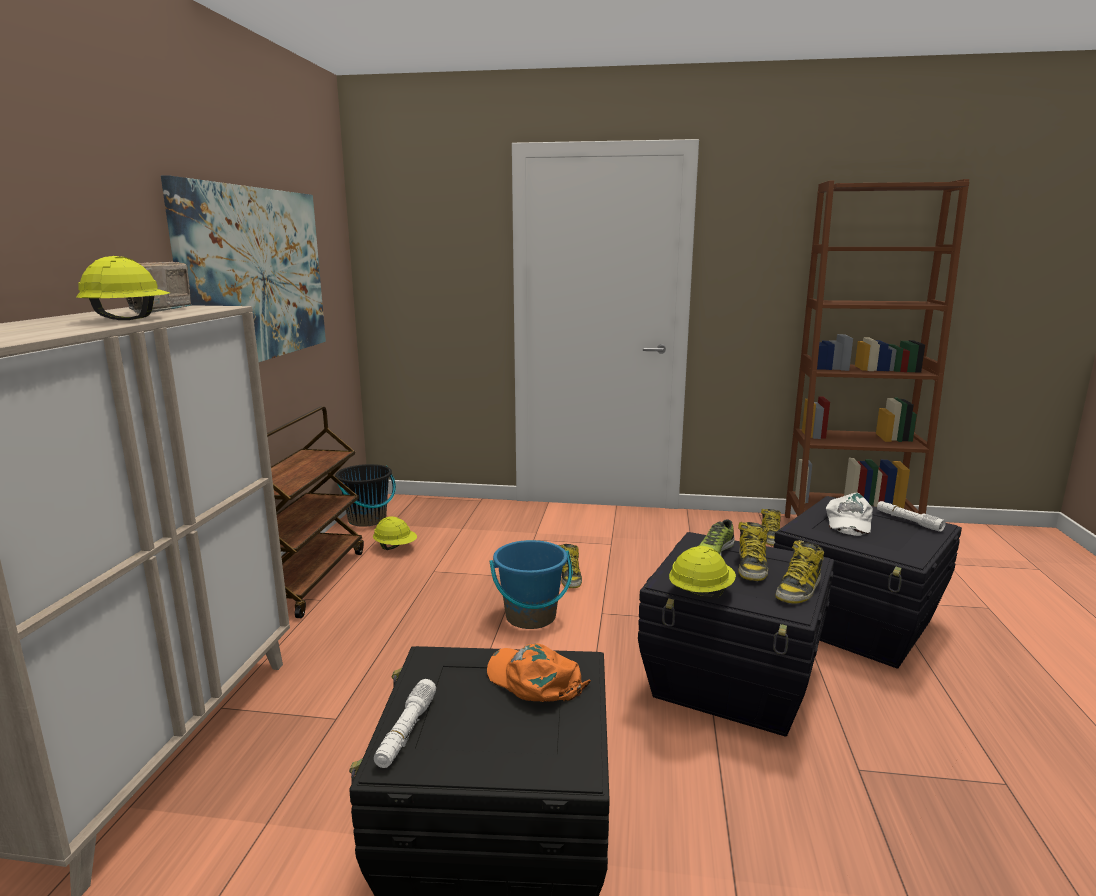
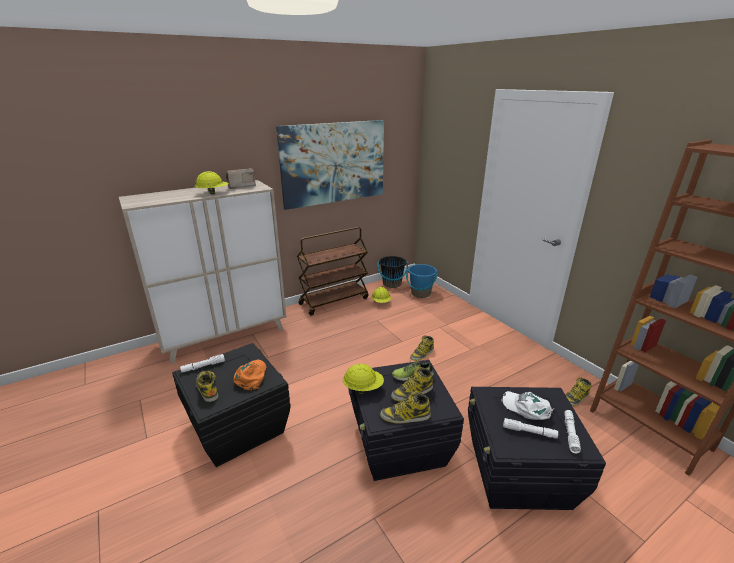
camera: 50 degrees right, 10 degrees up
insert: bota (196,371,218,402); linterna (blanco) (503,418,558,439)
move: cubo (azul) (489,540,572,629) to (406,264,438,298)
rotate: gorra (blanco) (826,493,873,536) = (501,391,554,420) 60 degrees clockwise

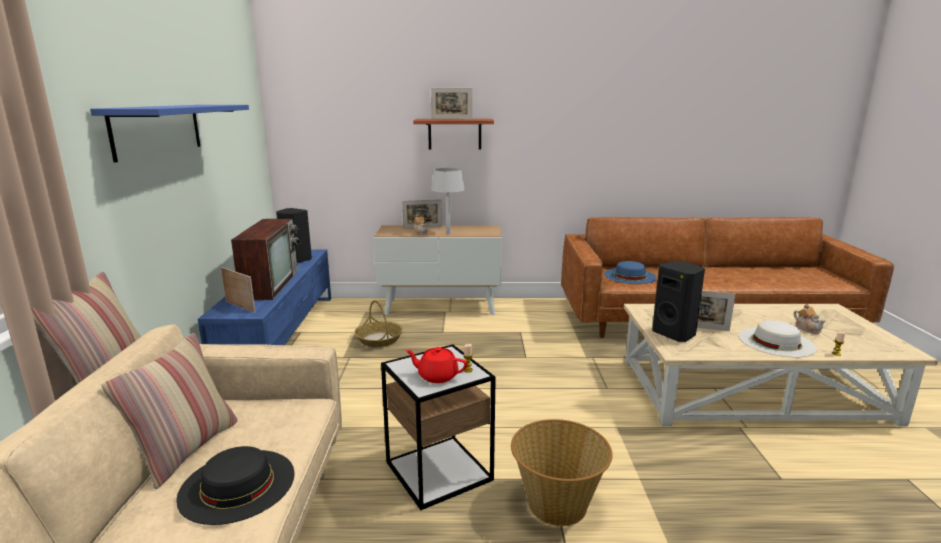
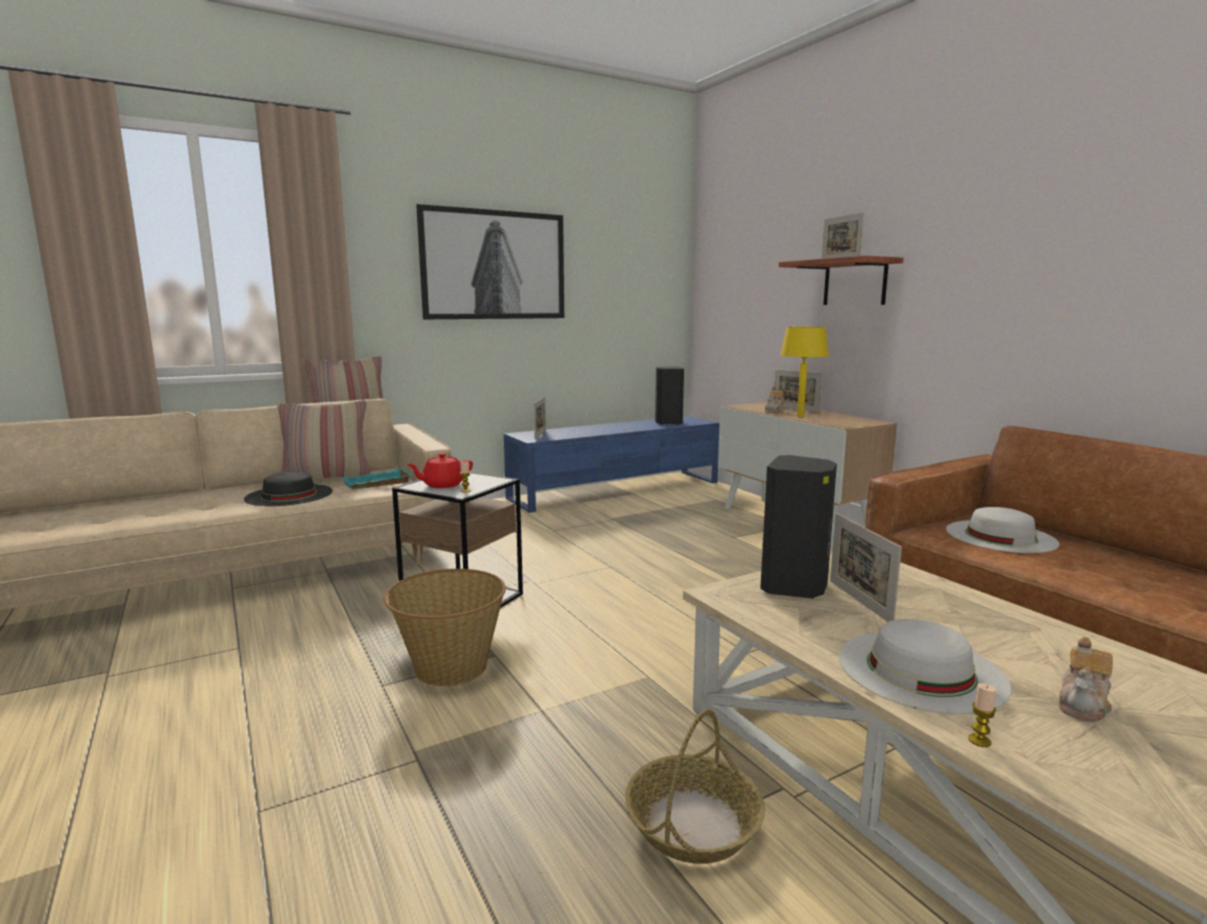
camera: 60 degrees right, 5 degrees down
delete: televisor (231,219,301,300)
insert: bandeja (turquesa) (342,468,412,489)
move: cesta (355,300,403,347) to (625,709,765,864)
replace: estante (azul) (90,105,249,163) to cuadro (416,204,564,319)
recolor: lámpara de mesa (gris) (431,168,465,234) to lámpara de mesa (amarillo) (780,327,829,417); sombrero (azul) (604,261,657,284) to sombrero (blanco) (946,507,1059,553)
rotate: tetera (rojo) (405,347,468,383) = (407,453,473,488) 105 degrees counterclockwise

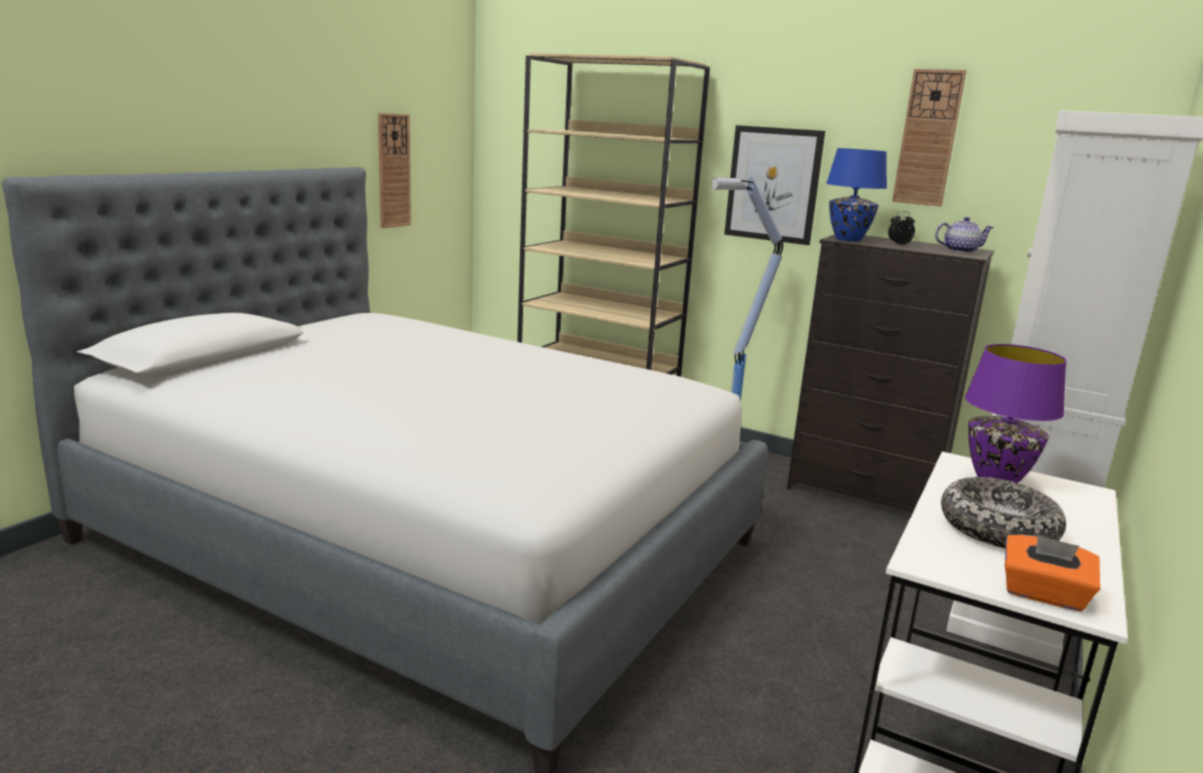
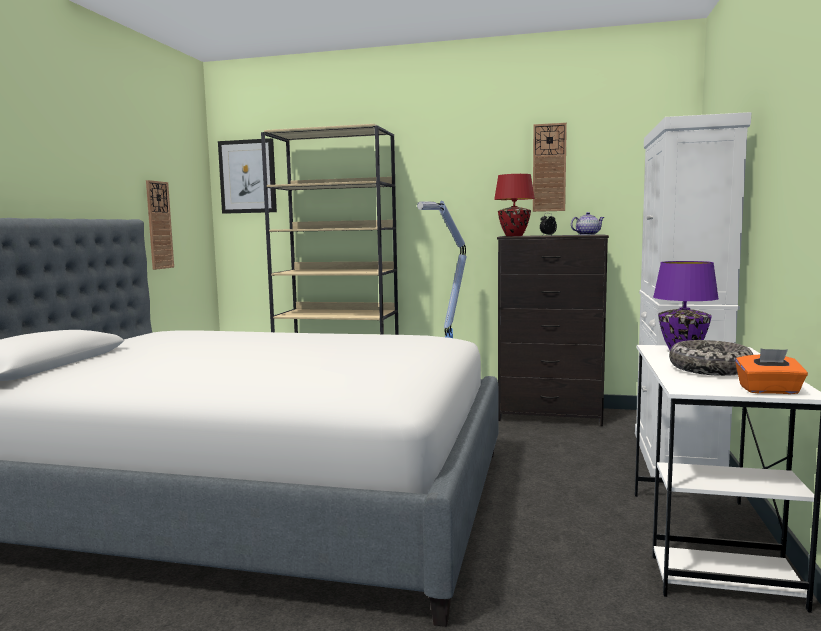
camera: 15 degrees left, 10 degrees down
move: cuadro (724,125,825,245) to (218,138,277,214)
recolor: lámpara de mesa (azul) (826,148,887,242) to lámpara de mesa (rojo) (494,174,535,236)

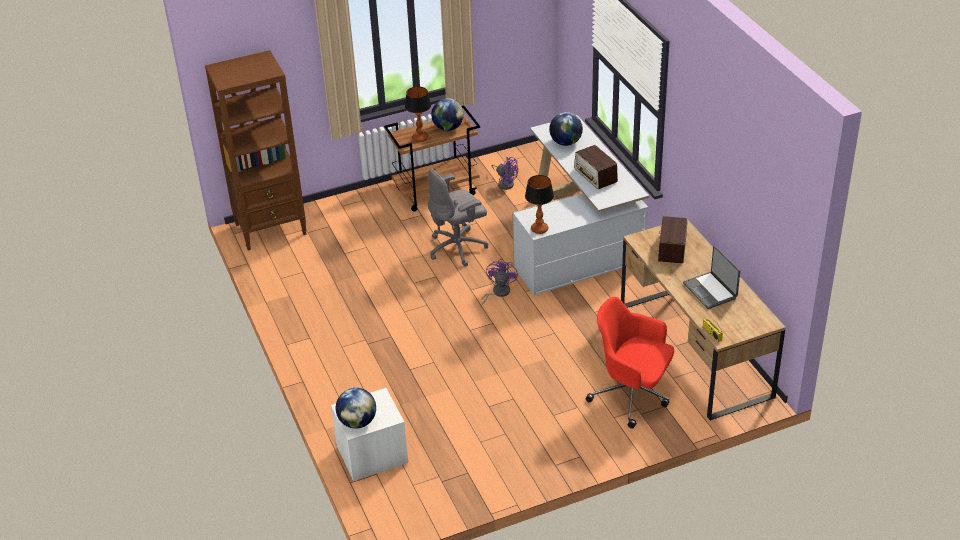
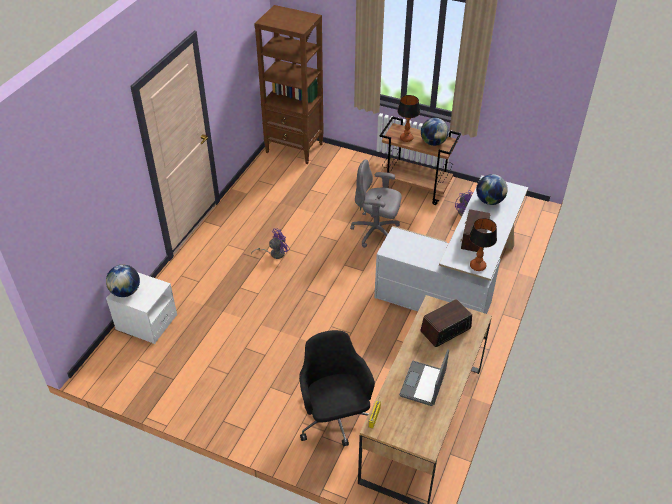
camera: 45 degrees right, 5 degrees up
move: ventilador (morado) (481,259,518,307) to (251,228,290,259); lámpara de mesa (525,175,554,234) to (469,218,497,271)
recolor: silla de oficina (rojo) (586,297,674,429) to silla de oficina (negro) (299,330,375,446)

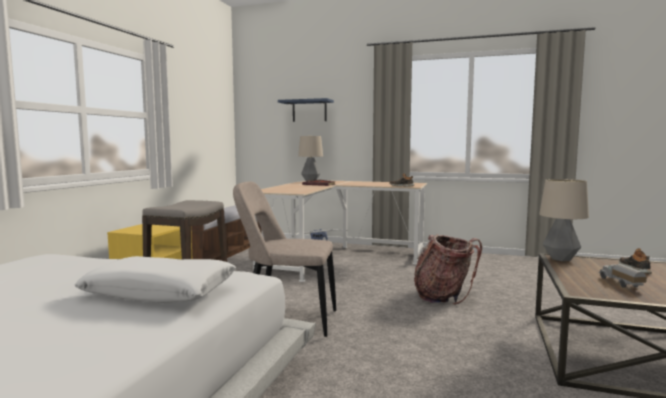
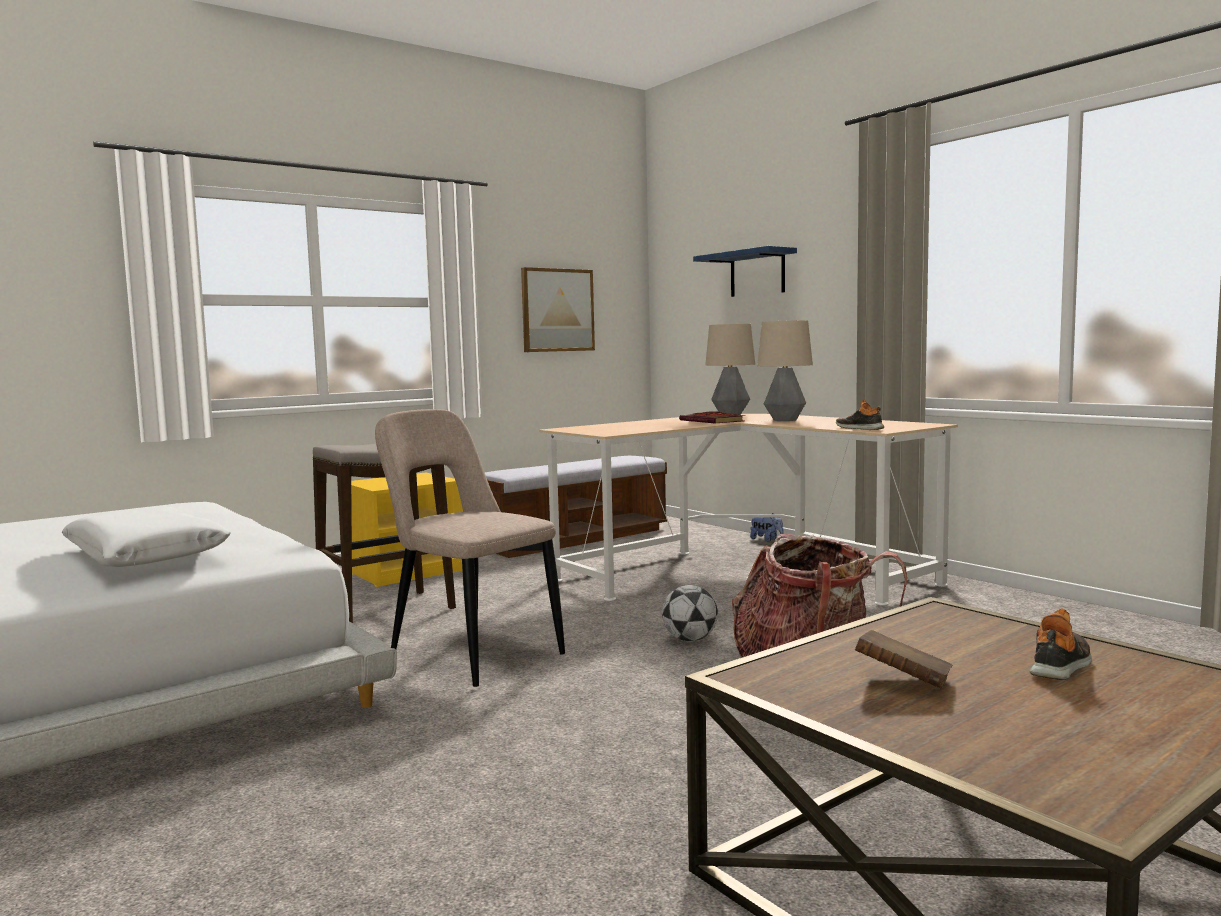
camera: 35 degrees right, 0 degrees up
insert: cuadro (521,267,595,352); balón de fútbol (662,585,718,642)
move: lámpara de mesa (539,179,589,261) to (757,320,813,421)
replace: camión de juguete (598,264,647,288) to libro (marrón) (855,630,952,688)

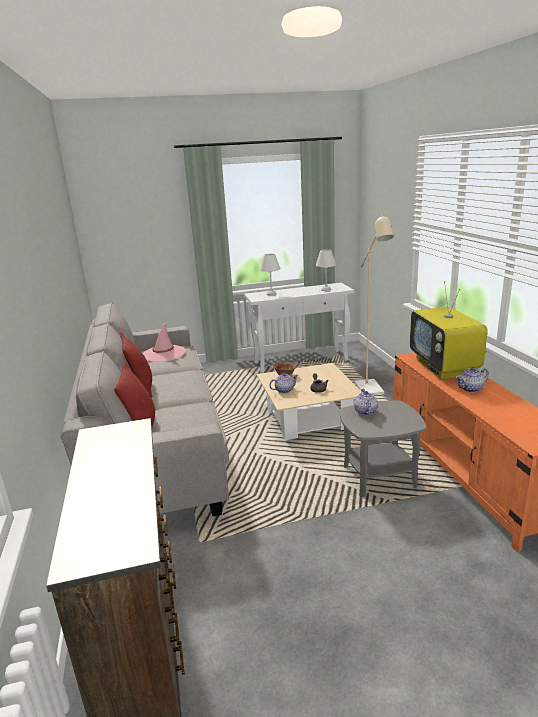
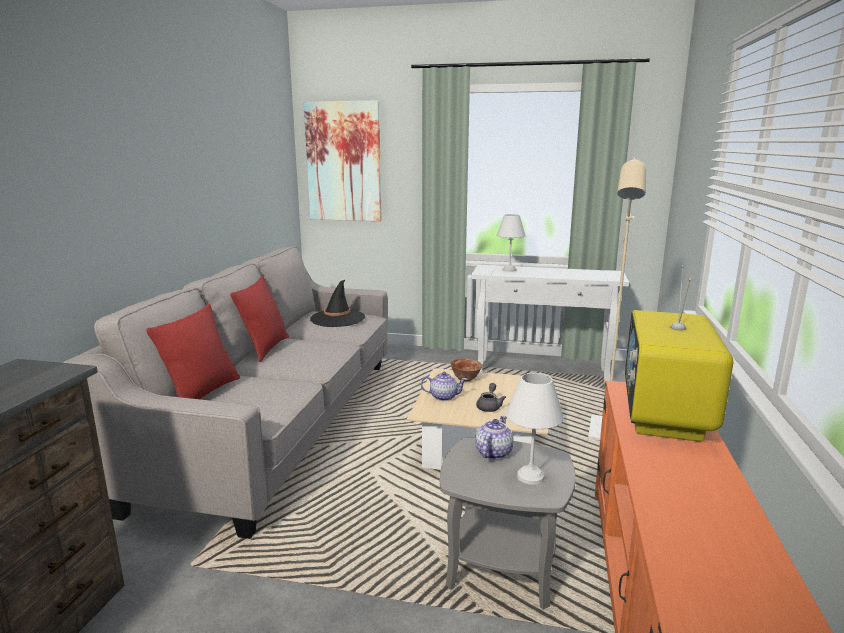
camera: 25 degrees right, 5 degrees down
delete: tetera (456,367,489,392)
insert: cuadro (304,100,382,221)
move: lámpara de mesa (blanco) (316,249,336,291) to (506,373,563,485)
recolor: sombrero (rosa) (143,323,186,362) to sombrero (negro) (310,280,365,327)

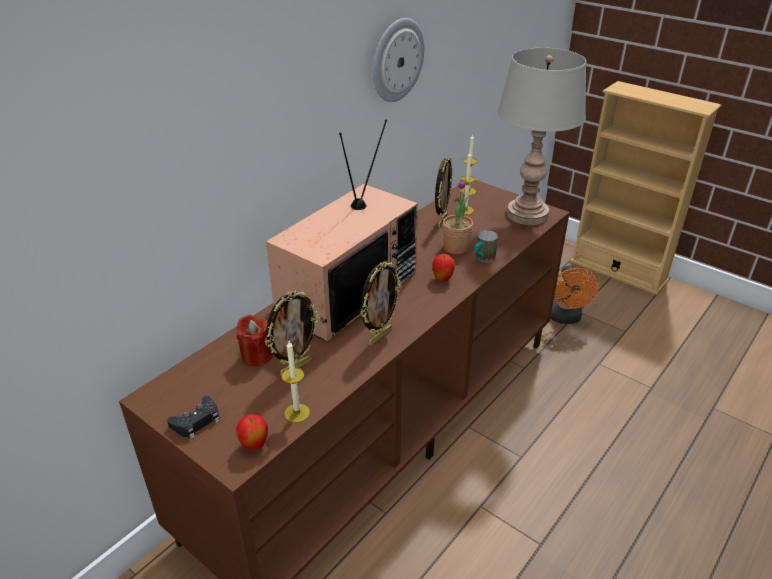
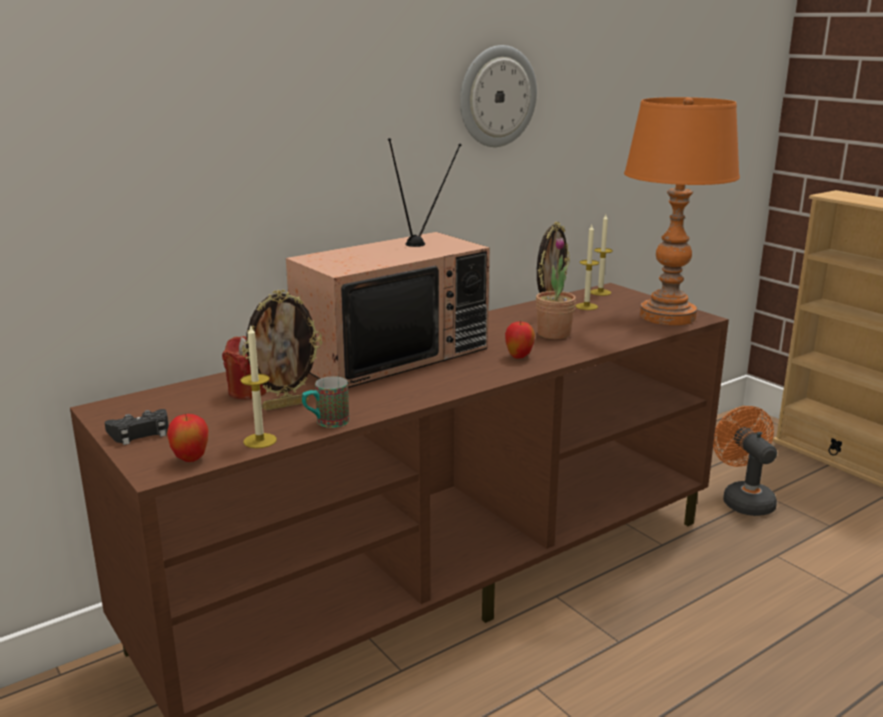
camera: 15 degrees right, 15 degrees down
delete: portarretratos (360,261,402,345)
move: taza grande (474,230,498,262) to (302,376,349,428)
recolor: lámpara de mesa (gris) (497,48,586,225) to lámpara de mesa (naranja) (624,97,740,325)
rotate: ventilador (naranja) (551,265,599,324) = (713,406,777,516) 150 degrees clockwise

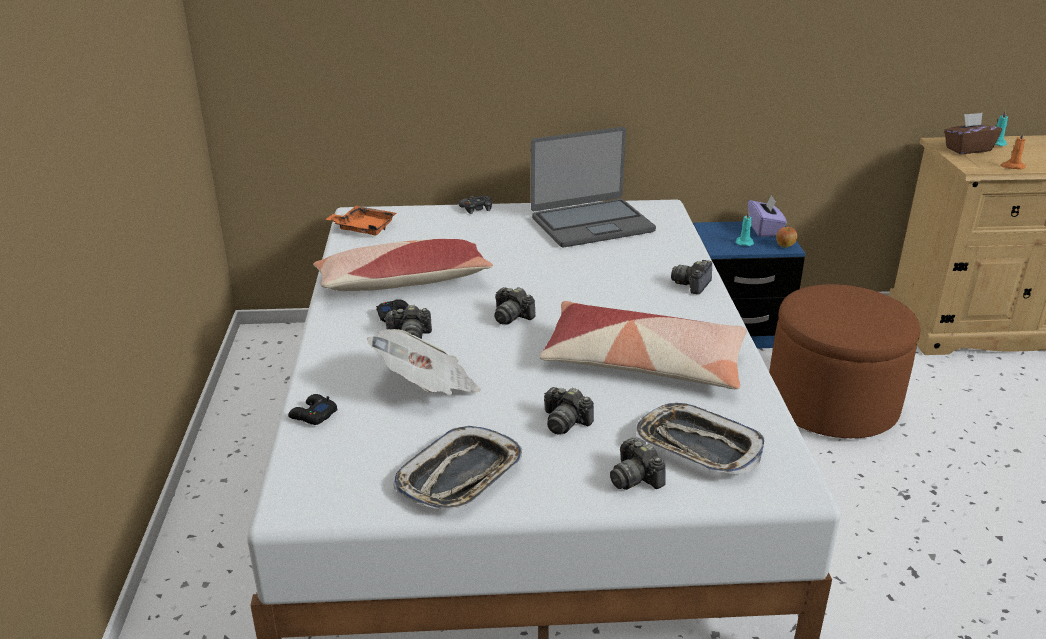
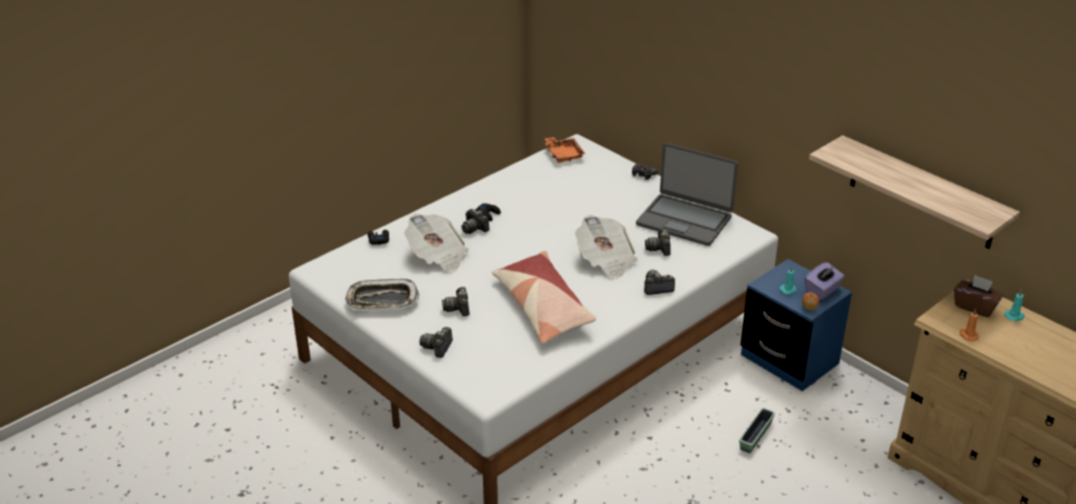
camera: 50 degrees right, 5 degrees up
delete: cojín (313,239,493,291); bandeja (636,403,764,475)
insert: periódico (575,215,638,279); estante (809,135,1020,249)
move: cámara (494,287,536,325) to (645,229,671,256)
replace: puf (marrón) (769,284,920,438) to maceta (739,408,775,453)

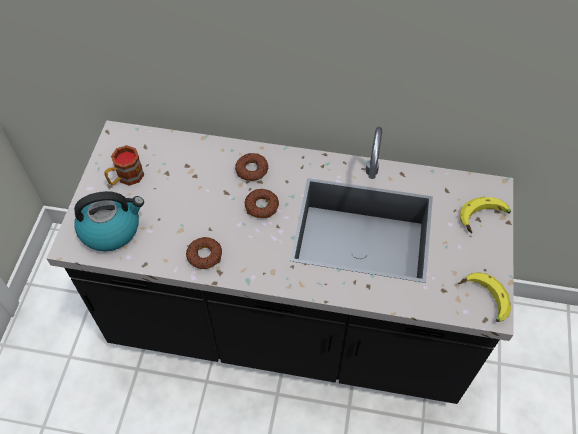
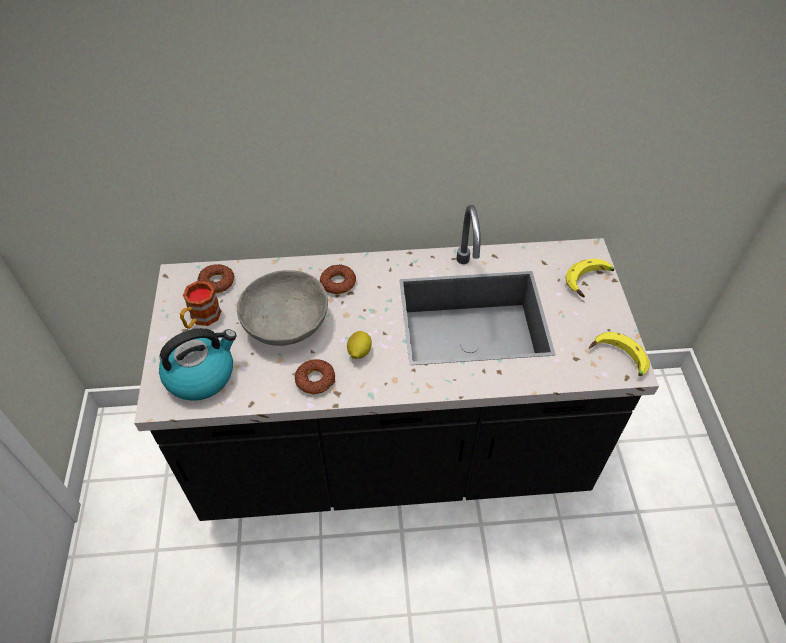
camera: 15 degrees left, 5 degrees down
insert: cuenco (gris) (237,270,328,346); limón (347,331,372,359)
move: rosquilla (245,189,279,218) to (197,264,235,293)

